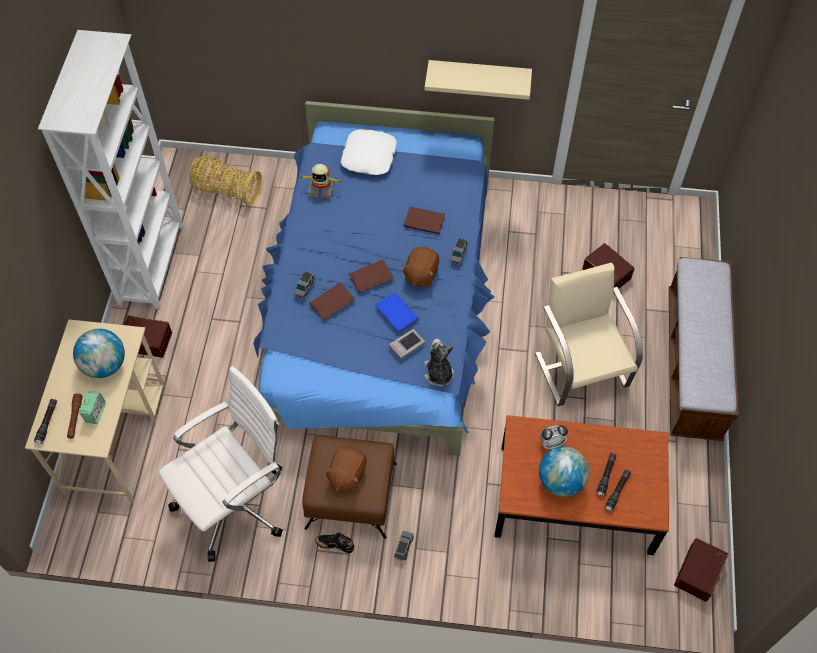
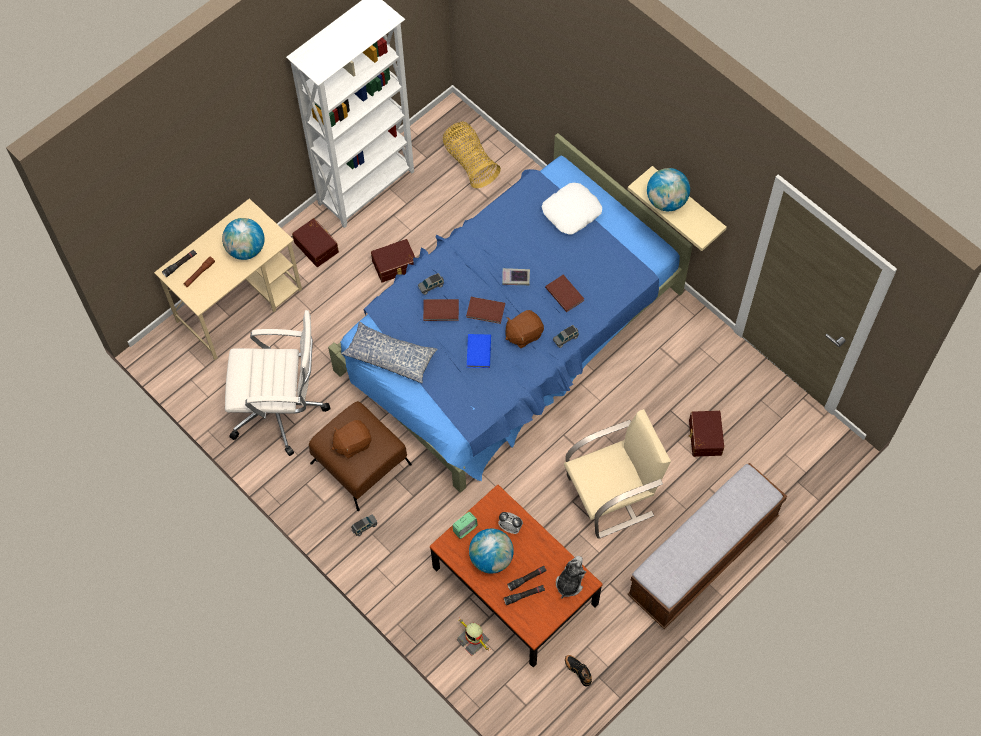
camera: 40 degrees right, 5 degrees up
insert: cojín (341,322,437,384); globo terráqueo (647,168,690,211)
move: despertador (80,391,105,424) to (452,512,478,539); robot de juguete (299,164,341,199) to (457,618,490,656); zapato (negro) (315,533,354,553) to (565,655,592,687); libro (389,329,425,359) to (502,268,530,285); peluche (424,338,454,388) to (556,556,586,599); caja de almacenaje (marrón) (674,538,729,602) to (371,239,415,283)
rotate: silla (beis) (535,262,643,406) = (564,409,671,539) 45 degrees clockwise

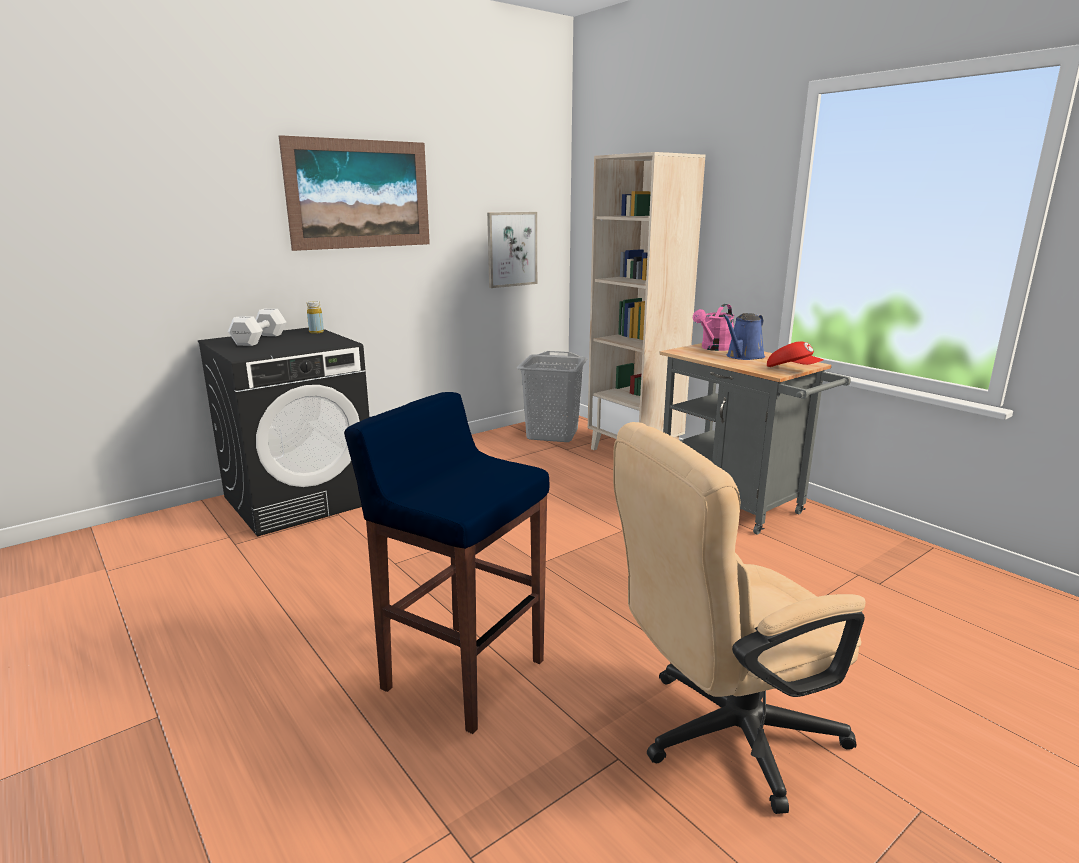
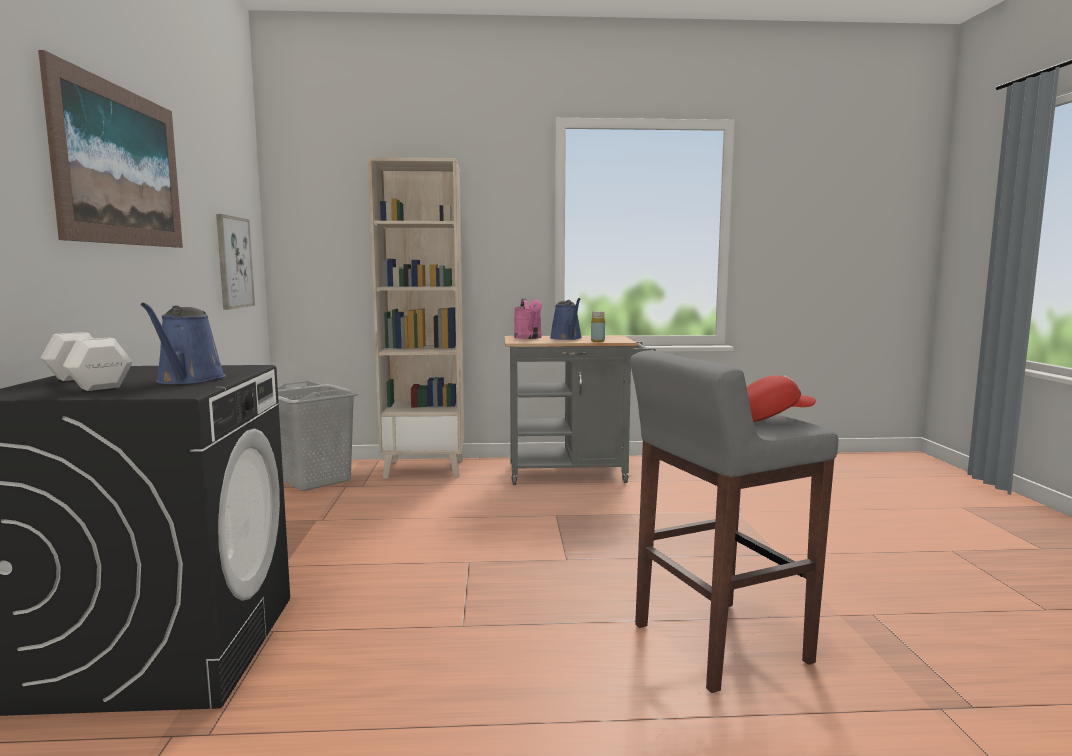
camera: 55 degrees left, 10 degrees down
delete: silla de oficina (beis) (613,422,865,814)
insert: regadera (azul) (141,303,226,384)
move: botella (amarillo) (307,301,324,334) to (591,311,605,342); gorra (rojo) (767,341,823,367) to (747,375,816,422)
recolor: taburete (azul) (344,392,549,734) to taburete (gris) (630,350,838,693)

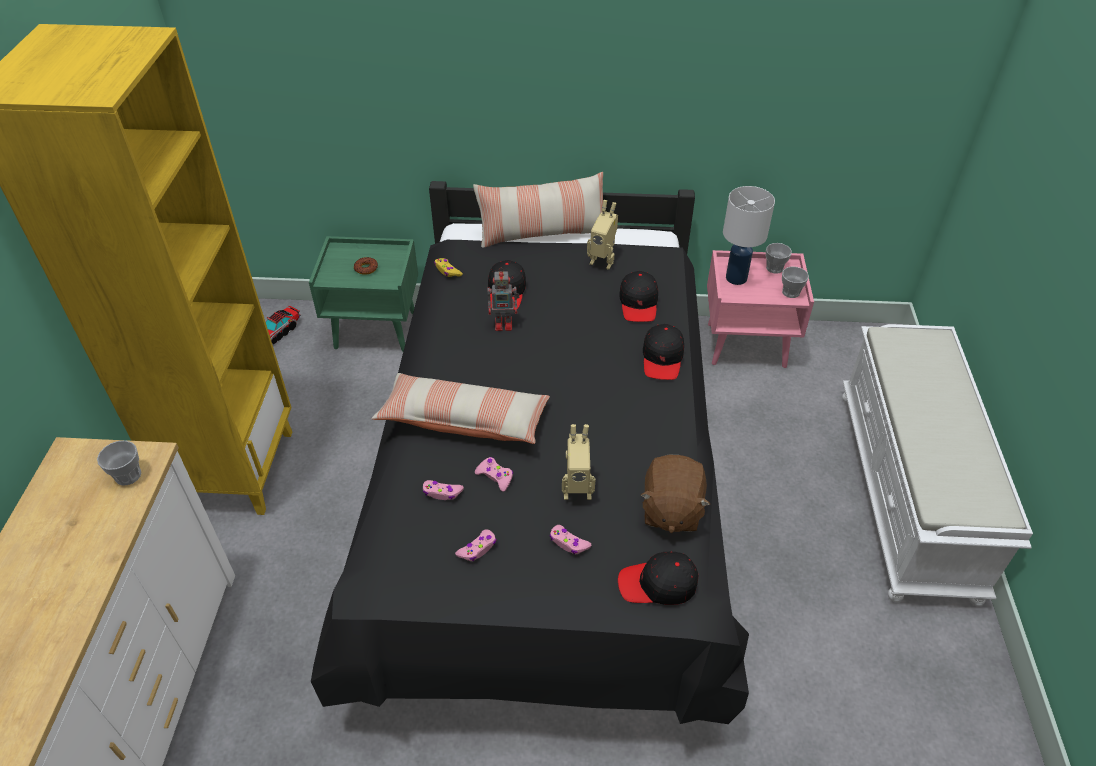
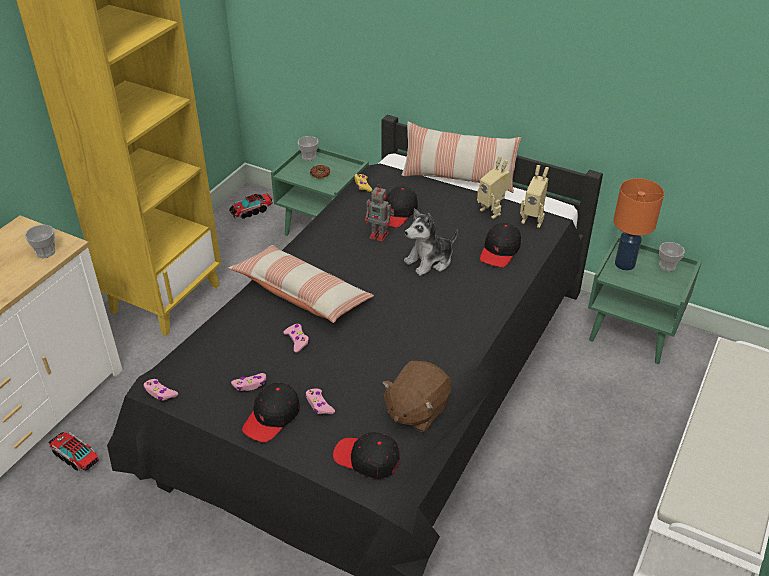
camera: 25 degrees right, 5 degrees down
insert: camión de juguete (48,432,99,471); peluche (404,209,458,276)
move: mando de consola (rosa) (423,480,464,500) to (143,379,178,401); robot de juguete (562,424,596,500) to (520,165,549,228); gorra (negro) (643,324,684,380) to (242,382,300,442); taza (782,267,809,298) to (298,136,318,161)
recolor: mesita de noche (rosa) (707,250,814,368) to mesita de noche (verde) (588,236,702,364); lámpara de mesa (blanco) (723,186,775,285) to lámpara de mesa (naranja) (613,178,664,271)

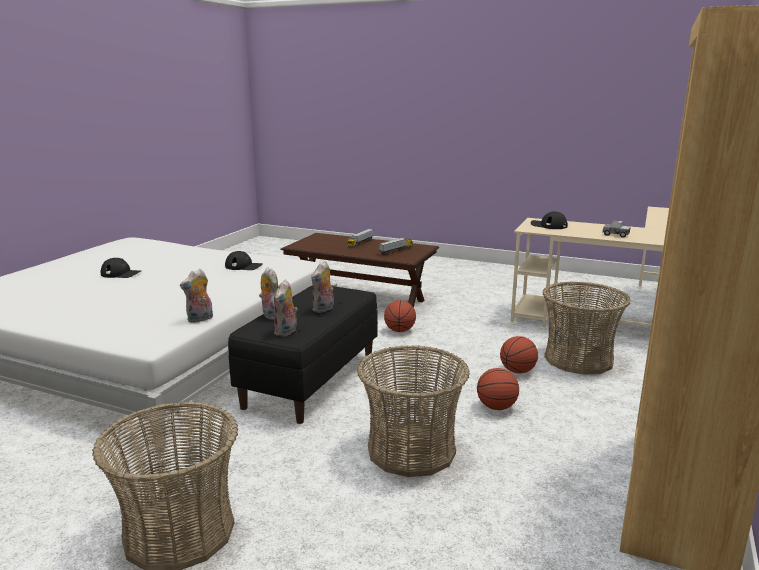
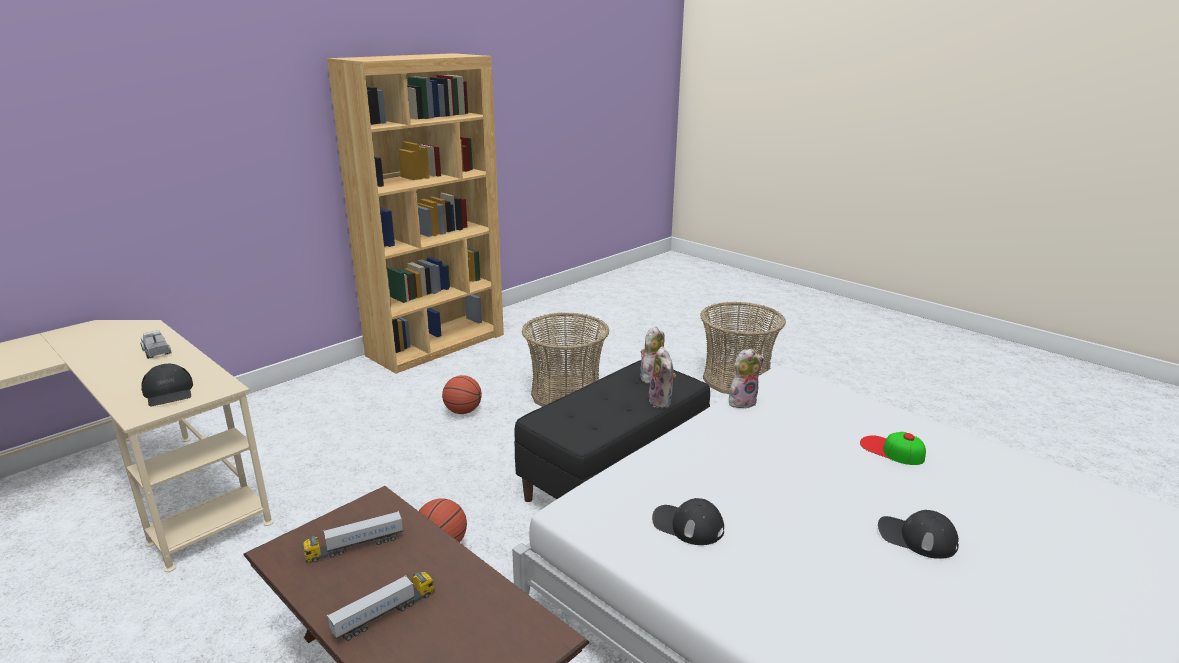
camera: 160 degrees left, 5 degrees up
delete: peluche (311,261,334,313); balón de baloncesto (500,336,538,373); cesta (543,281,631,375)
insert: gorra (860,432,926,465)

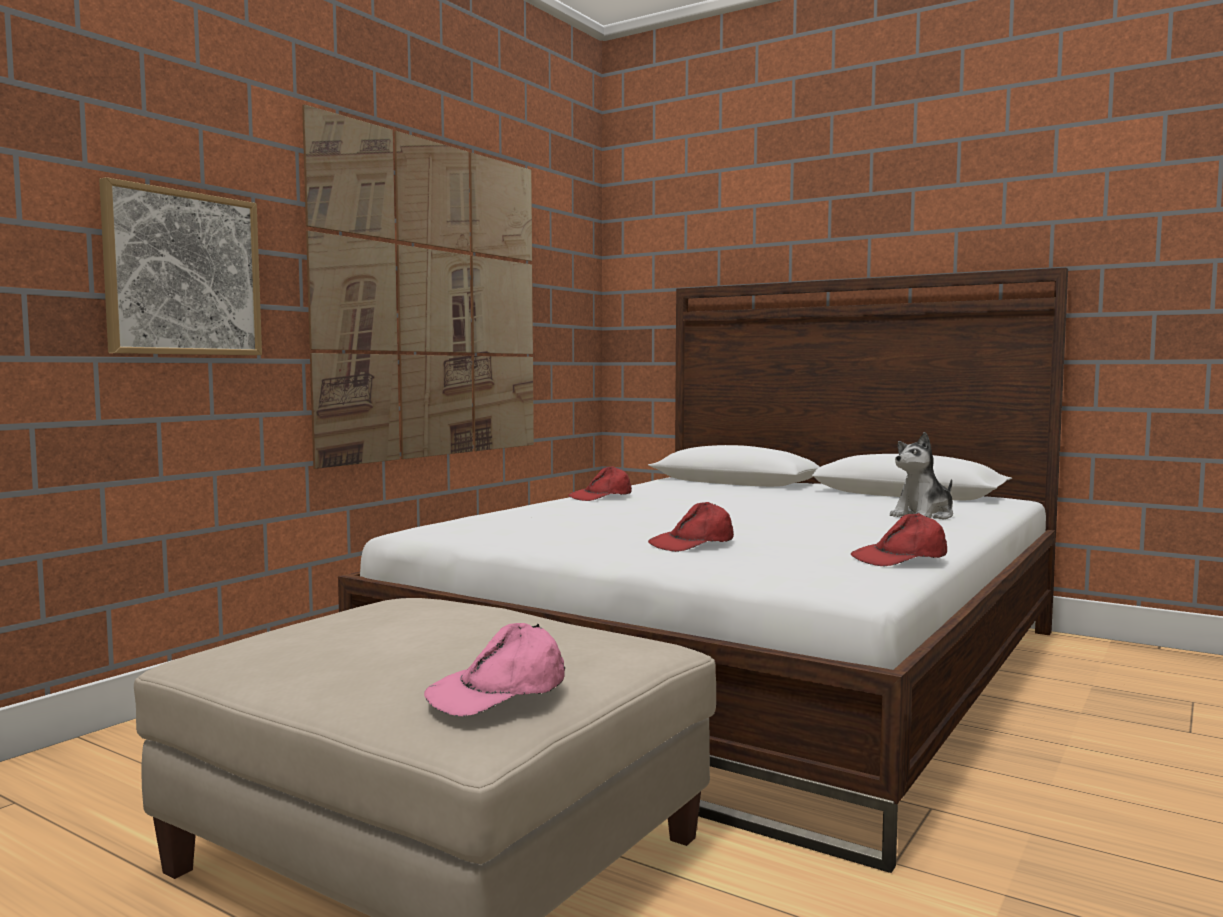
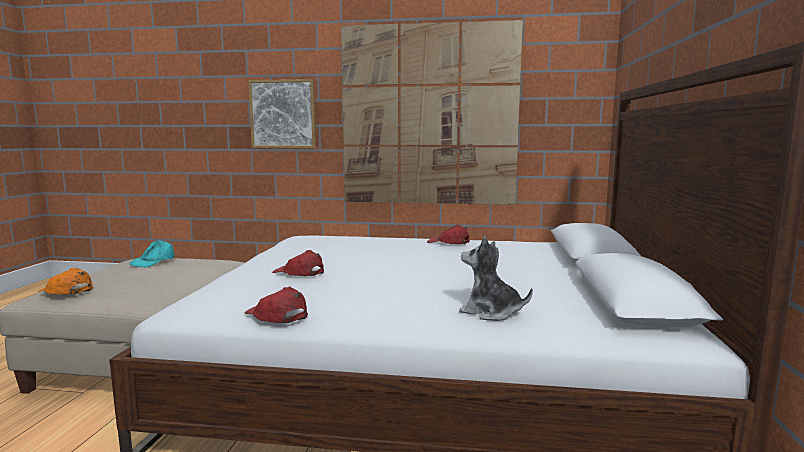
camera: 65 degrees right, 5 degrees up
insert: gorra (turquesa) (129,240,175,267)
recolor: gorra (rosa) (424,623,565,716) to gorra (naranja) (38,268,93,295)

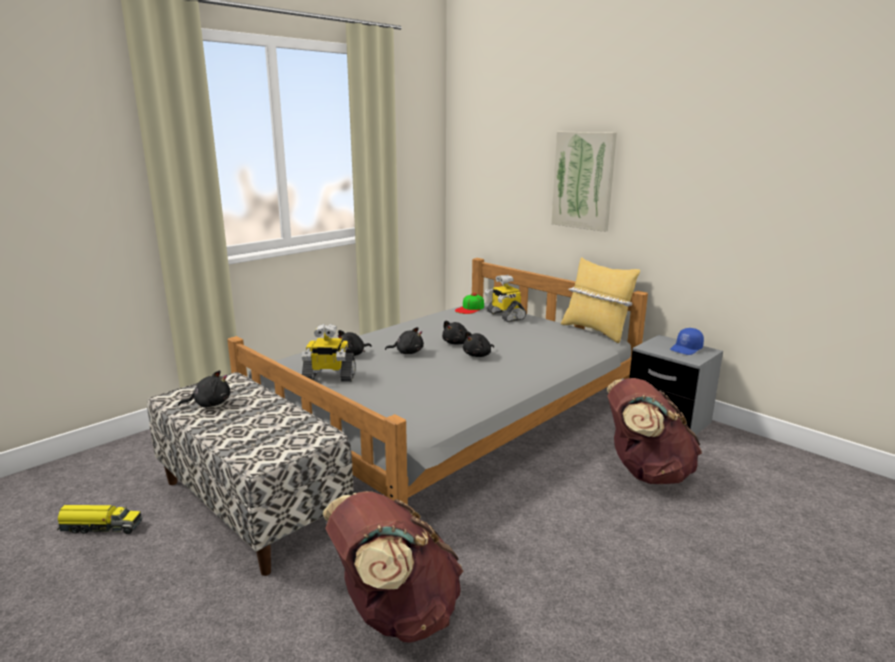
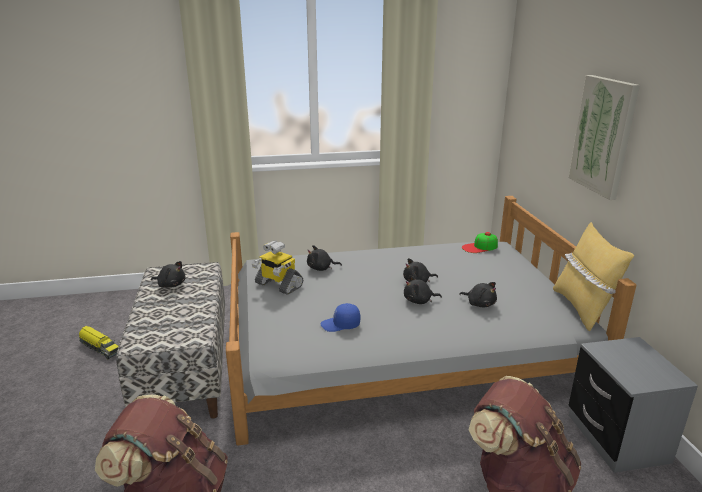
camera: 35 degrees right, 5 degrees up
delete: robot de juguete (485,275,526,322)
move: peluche (negro) (385,327,424,354) to (459,282,497,307); gorra (azul) (670,328,704,355) to (321,303,361,332)

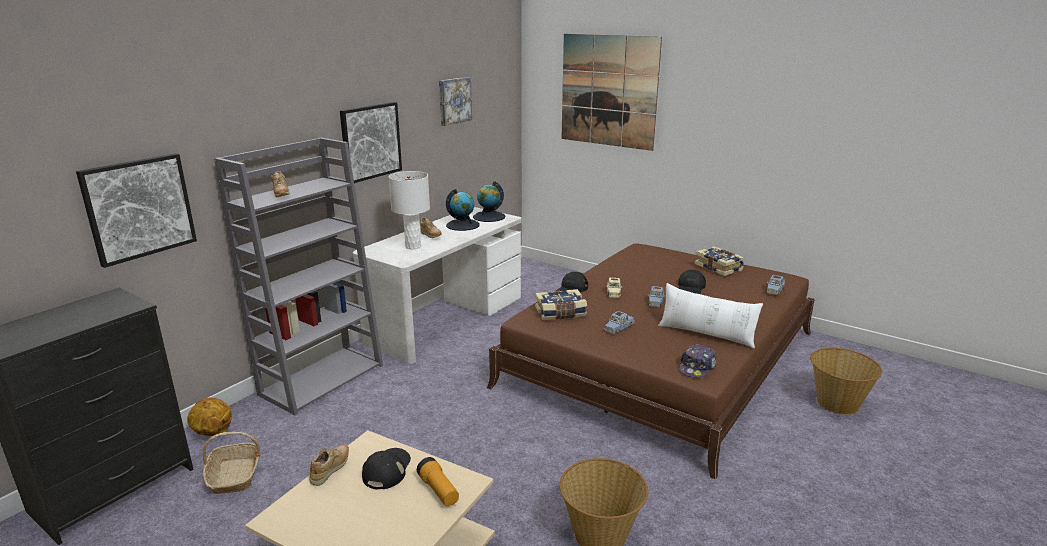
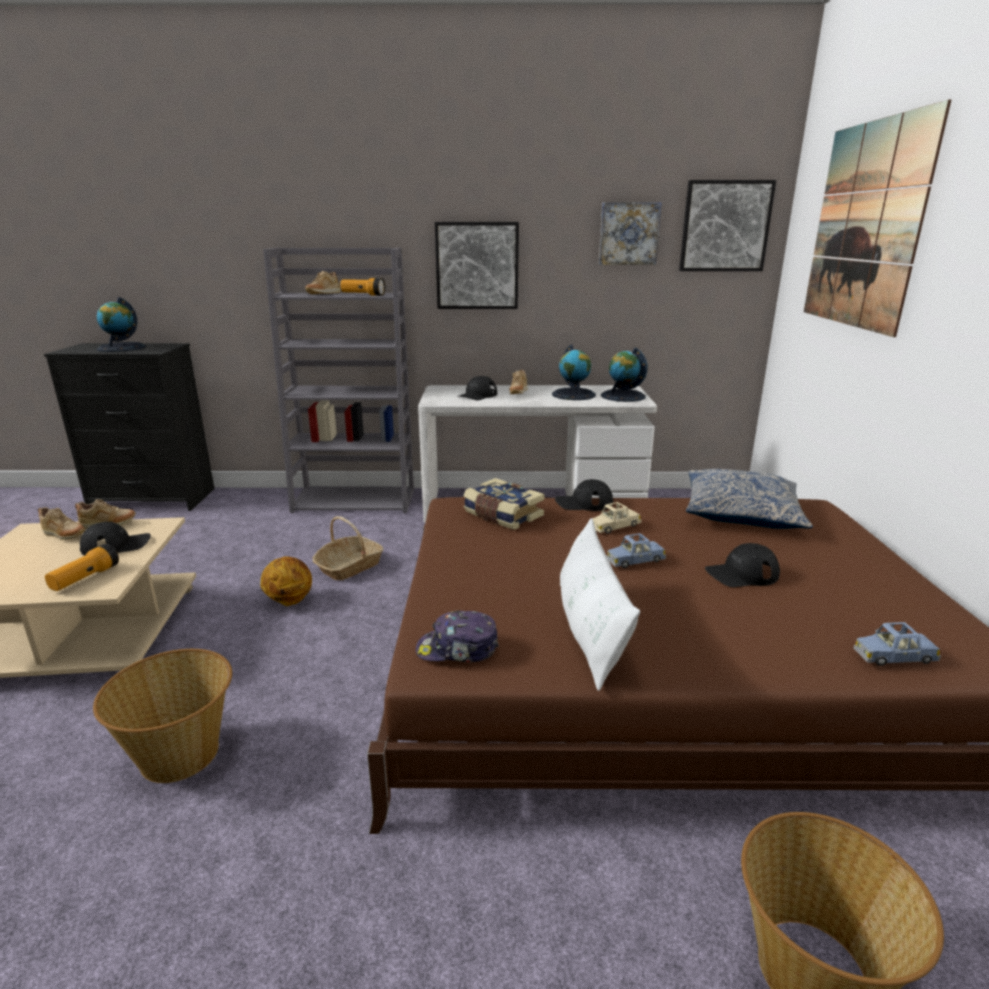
camera: 55 degrees right, 0 degrees up
delete: coche de juguete (azul) (604,311,635,334); libro (694,246,745,276)
insert: zapato (beis) (38,507,85,540); globo terráqueo (97,297,146,352); linterna (340,278,385,296); cojín (686,469,813,529)
move: cuadro (76,153,197,268) to (679,180,776,271); balón de baloncesto (187,398,232,436) to (261,556,312,606); cesta (203,432,261,494) to (312,516,383,580)
replace: lámpara de mesa (blanco) (389,171,430,249) to gorra (negro) (457,376,497,400)

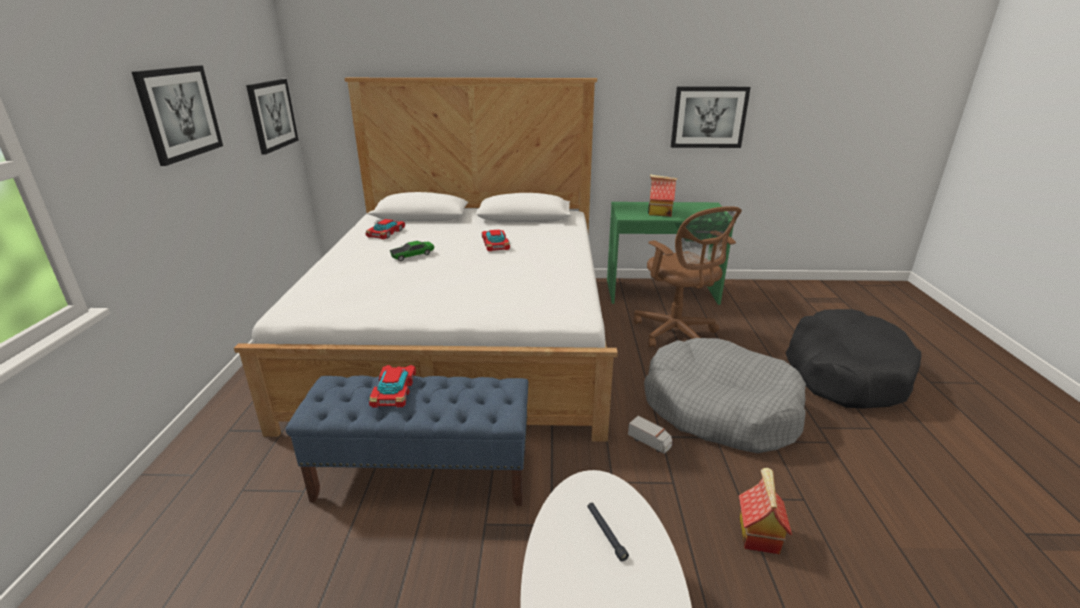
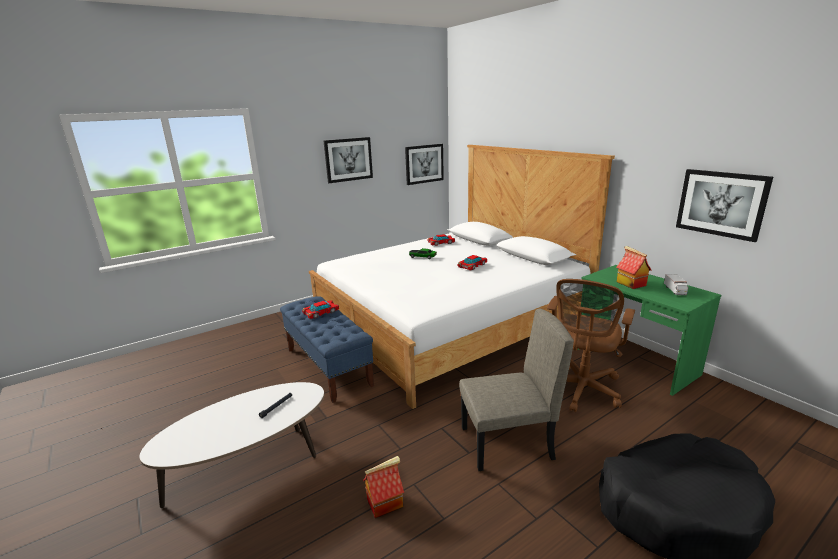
camera: 55 degrees right, 5 degrees down
move: camión de juguete (628,416,672,454) to (664,274,689,295)
replace: cama para perro (gris) (644,338,806,453) to silla (beis) (459,309,574,471)

